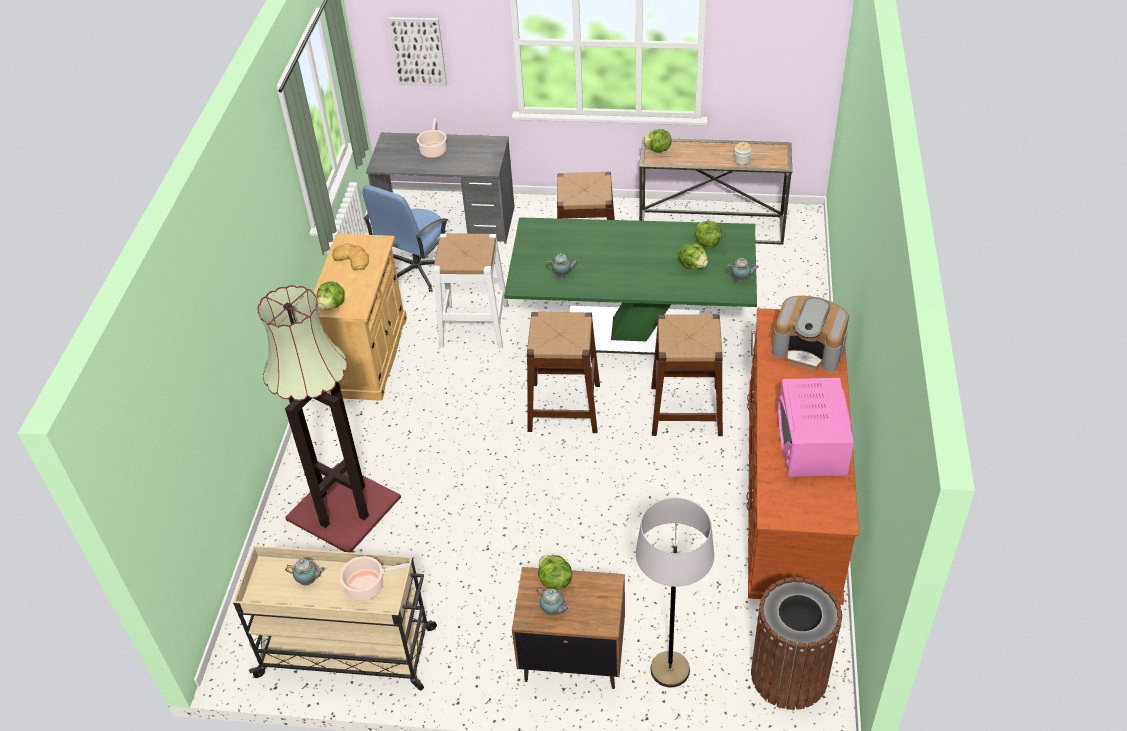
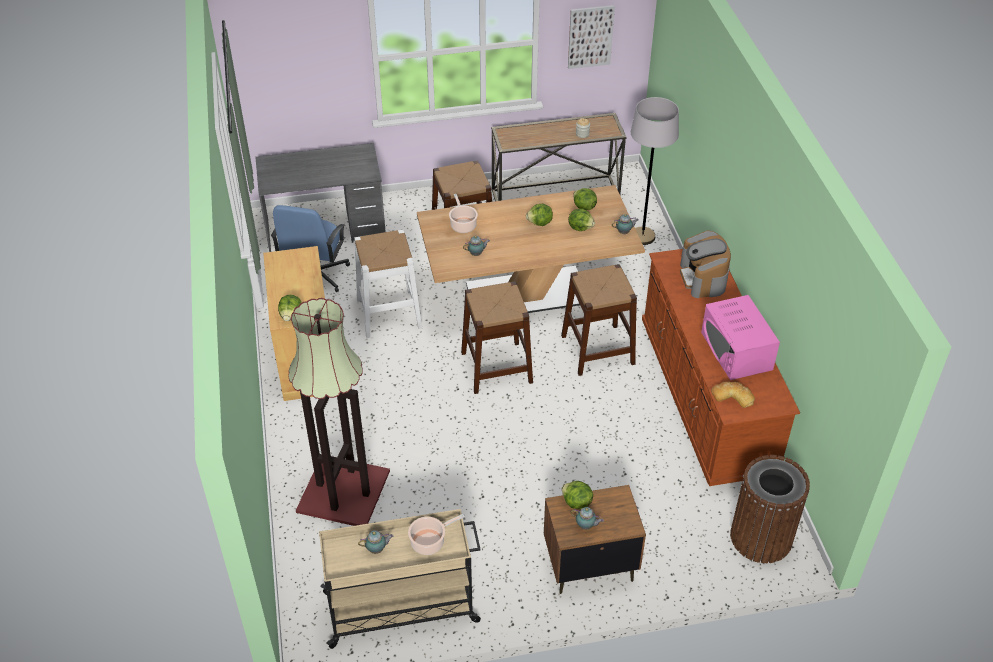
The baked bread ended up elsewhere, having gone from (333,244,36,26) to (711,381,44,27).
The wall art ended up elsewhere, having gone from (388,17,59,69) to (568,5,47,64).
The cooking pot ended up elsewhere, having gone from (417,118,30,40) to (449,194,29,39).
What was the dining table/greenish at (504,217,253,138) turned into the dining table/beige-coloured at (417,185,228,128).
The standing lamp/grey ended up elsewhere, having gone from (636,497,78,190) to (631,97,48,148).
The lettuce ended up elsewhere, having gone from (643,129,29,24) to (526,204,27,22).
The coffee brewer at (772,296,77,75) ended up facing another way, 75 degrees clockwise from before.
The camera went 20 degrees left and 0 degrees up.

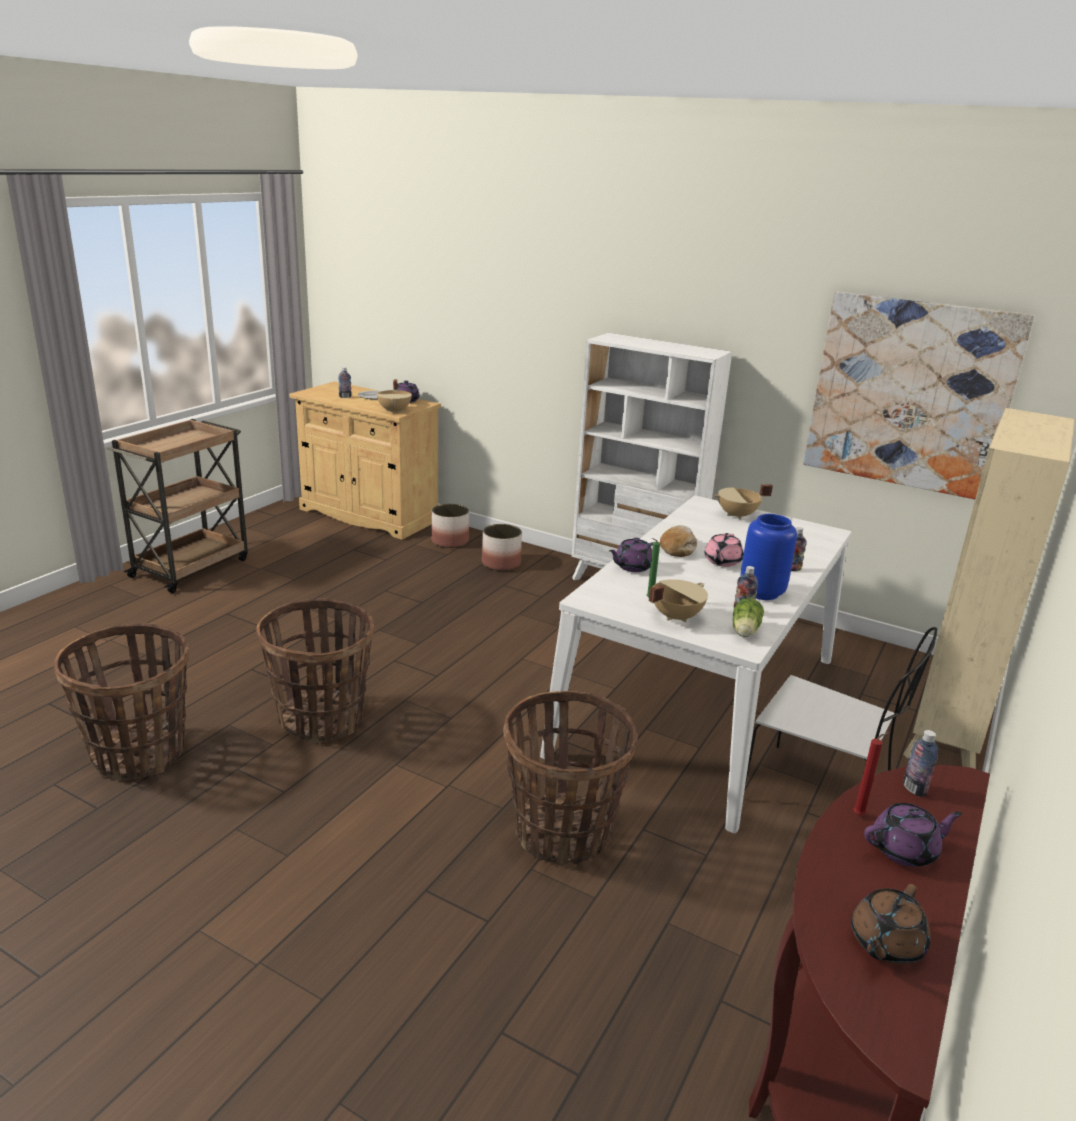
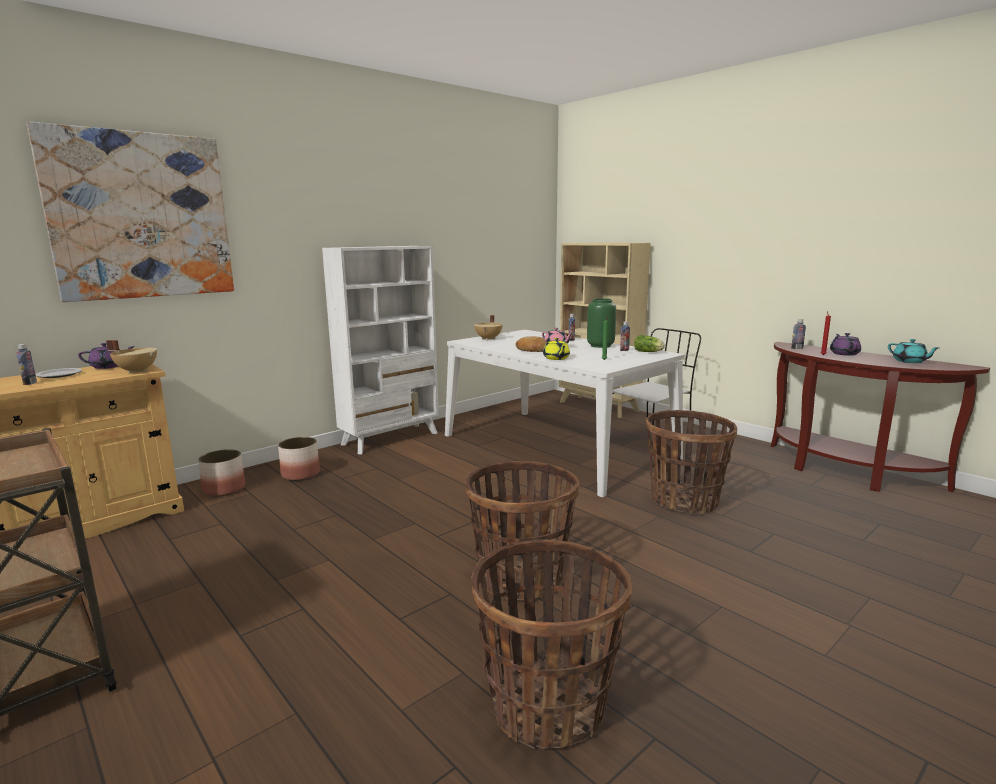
What was the tea pot/purple-coloured at (609,538,44,34) turned into the tea pot/yellow-coloured at (543,338,27,22).
The second view lost the cooking pot/beige-coloured at (649,579,59,44).
What was the flower vase/blue at (740,514,57,86) turned into the flower vase/greenish at (587,298,29,50).
The wall art ended up elsewhere, having gone from (804,292,230,207) to (27,122,207,180).
What was the tea pot/brownish at (851,884,80,81) turned into the tea pot/turquoise at (888,339,51,24).
The camera went 70 degrees left and 10 degrees down.

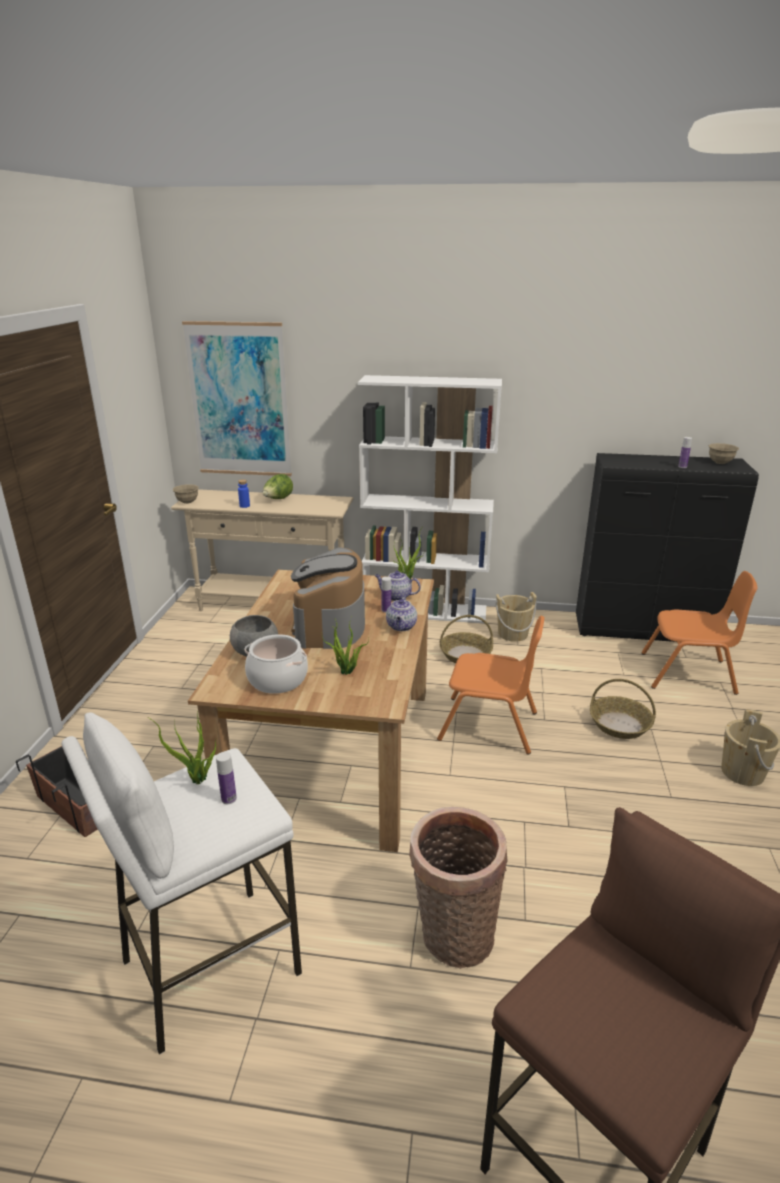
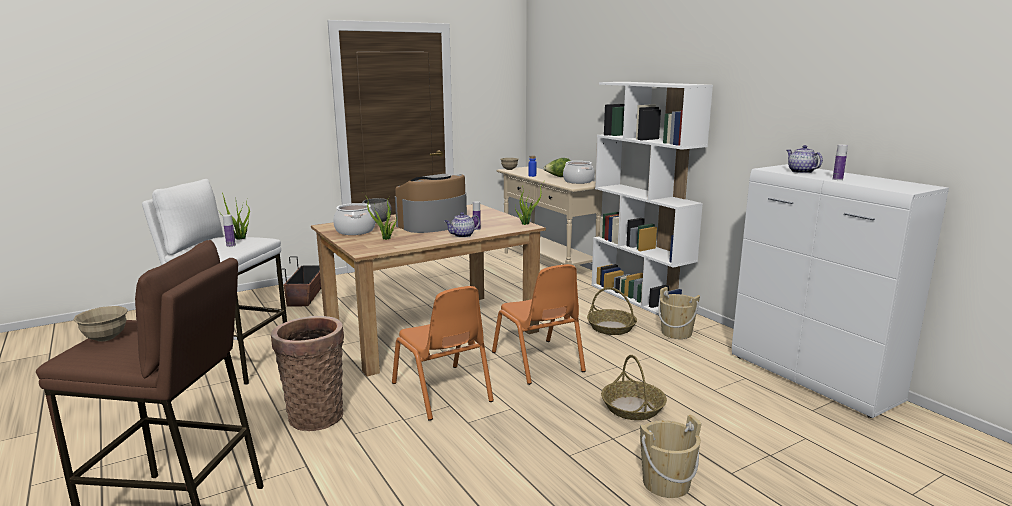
The second view lost the wall art at (182,321,110,155).
The tea pot ended up elsewhere, having gone from (375,571,46,30) to (787,145,36,28).
What was the storage cabinet/black-coloured at (576,453,183,189) turned into the storage cabinet/white-coloured at (732,164,217,254).
The chair/orange ended up elsewhere, having gone from (641,571,117,124) to (392,286,102,135).
The serving bowl/beige-coloured ended up elsewhere, having gone from (709,443,30,21) to (73,306,55,36).
The second view gained the cooking pot at (563,161,31,23).
The camera went 50 degrees right and 10 degrees down.

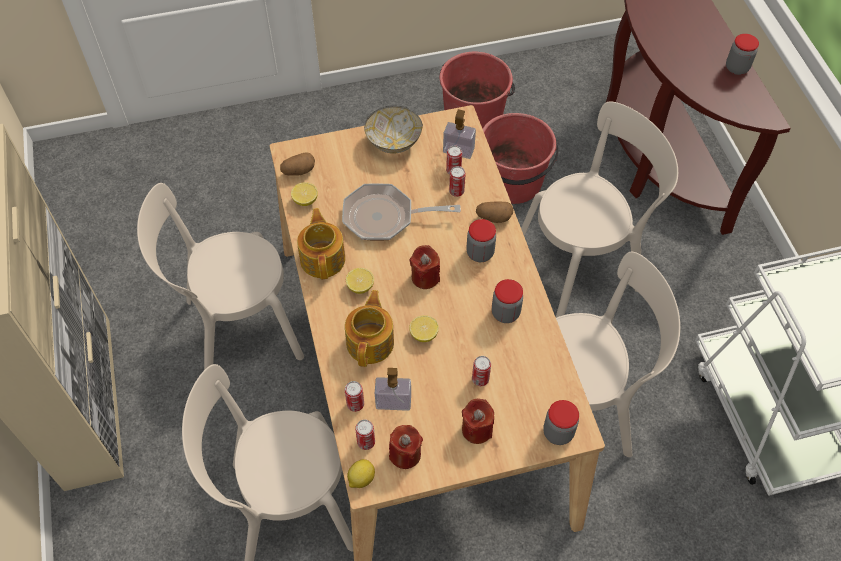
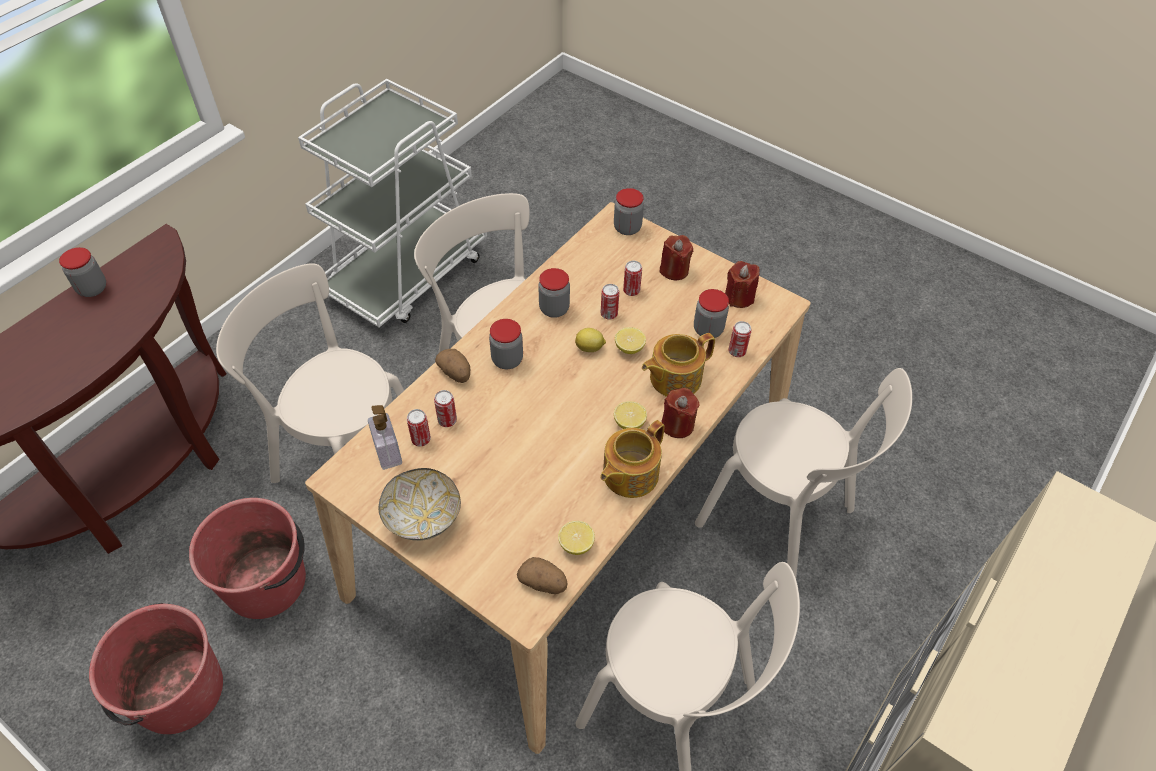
The second view lost the pan at (342,184,119,56).
The lemon ended up elsewhere, having gone from (347,459,28,29) to (575,328,31,24).
The can ended up elsewhere, having gone from (355,419,20,31) to (601,284,18,36).
Where the soap bottle stood at (375,368,36,43), the preserve jar came to stand at (694,289,35,49).
The wax candle/reddish ended up elsewhere, having gone from (410,245,30,44) to (661,388,39,50).
The camera went 130 degrees left and 5 degrees down.

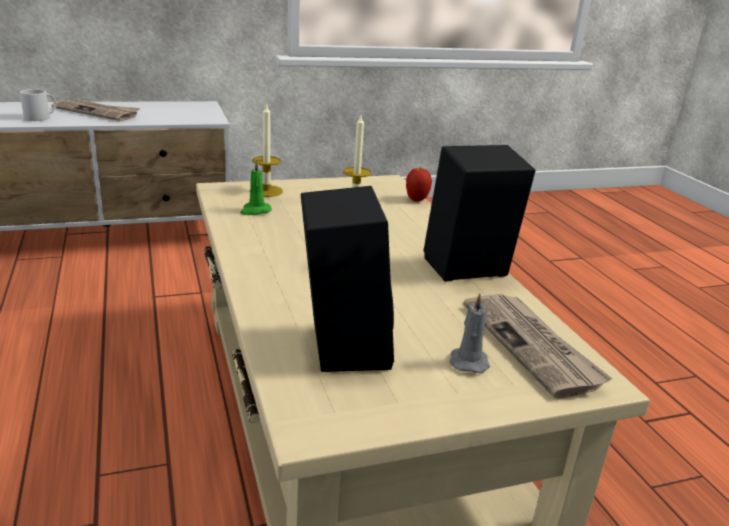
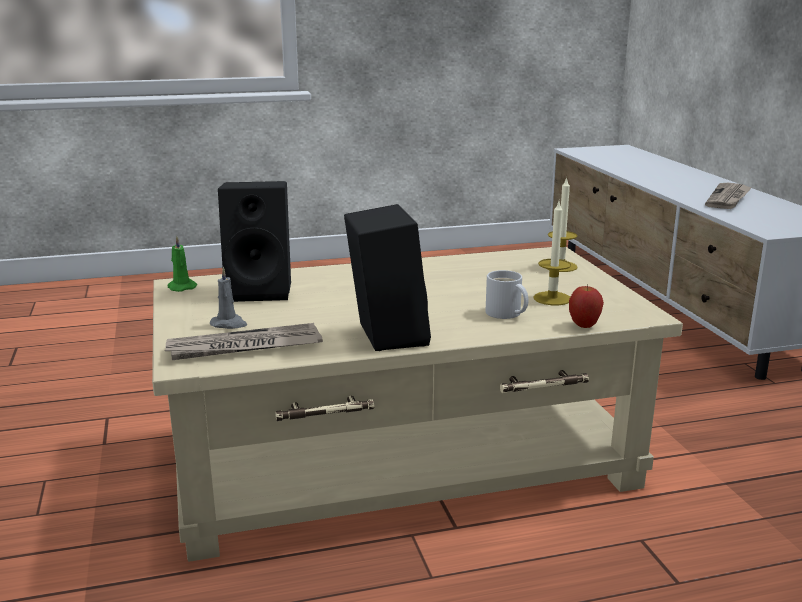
The coffee mug/white-coloured ended up elsewhere, having gone from (20,89,36,32) to (485,270,44,49).
The wax candle/greenish ended up elsewhere, having gone from (240,160,32,55) to (167,236,30,56).
The camera went 95 degrees right and 5 degrees down.

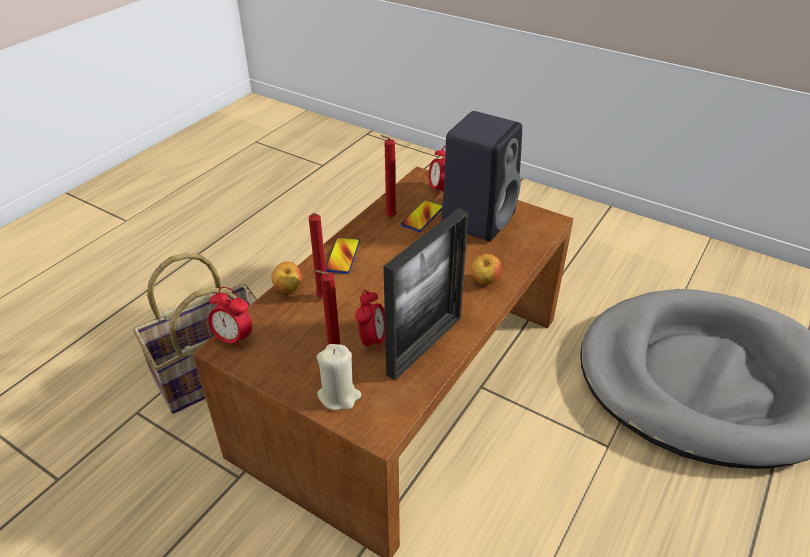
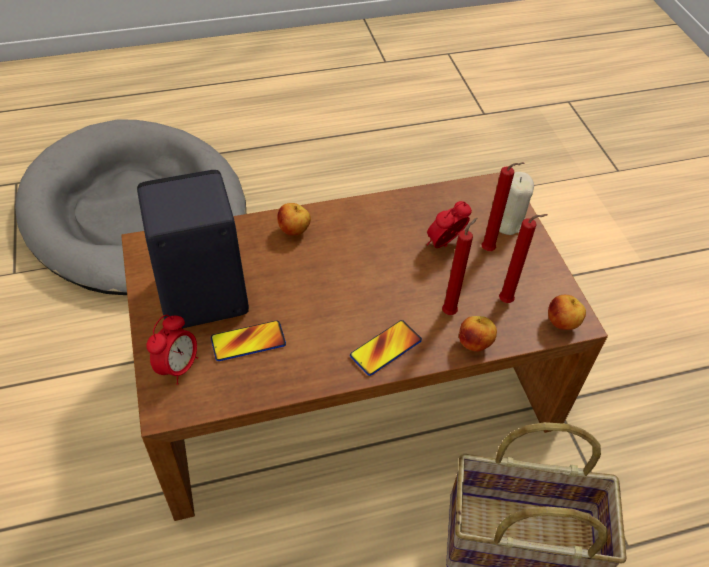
Where the alarm clock stood at (208,287,44,63), the apple fruit came to stand at (548,295,38,35).
The wax candle/reddish ended up elsewhere, having gone from (381,135,16,82) to (499,214,49,89).
The second view lost the picture frame at (383,208,85,172).
The camera went 140 degrees left and 10 degrees up.

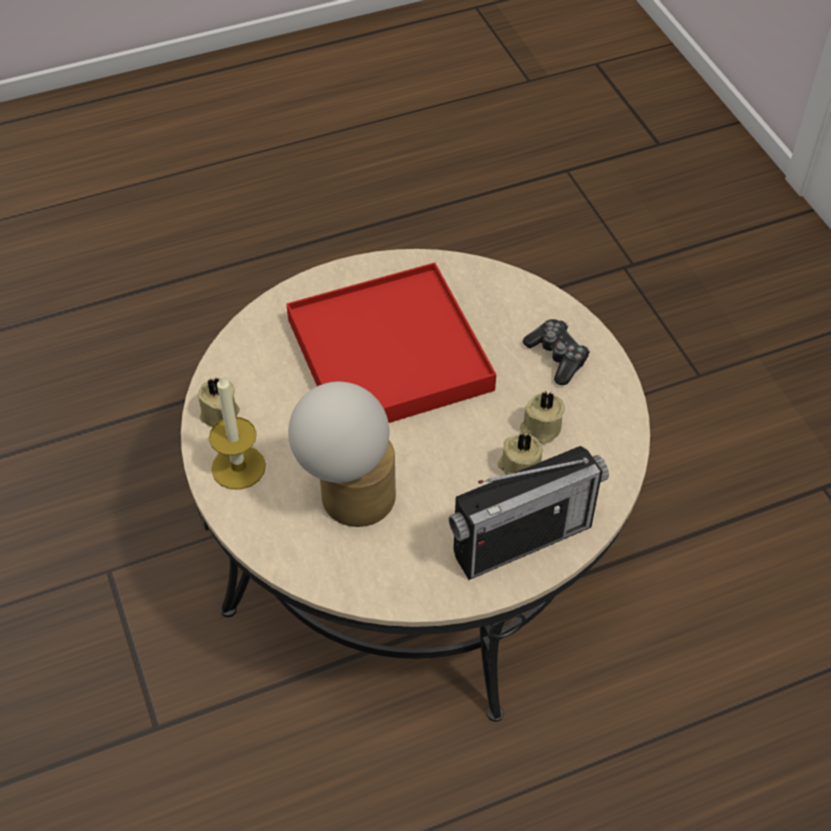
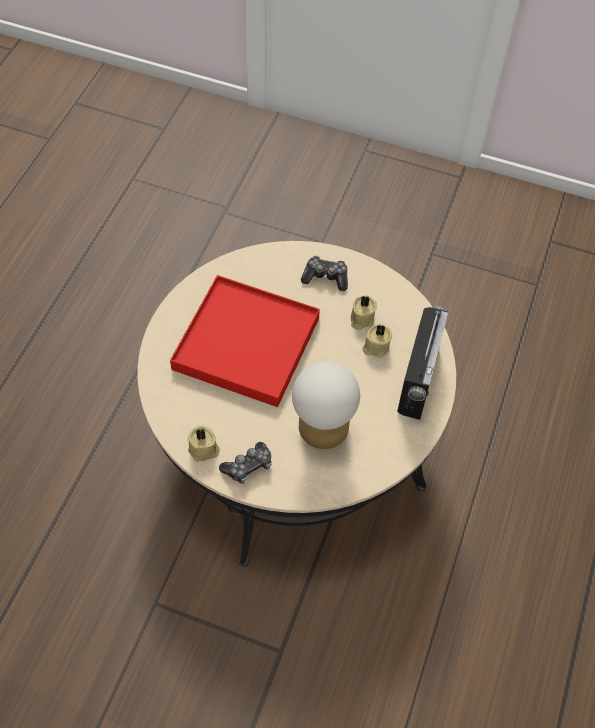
Where the wax candle stood at (209,374,57,116), the game controller came to stand at (219,442,53,42).
The camera went 50 degrees left and 5 degrees up.

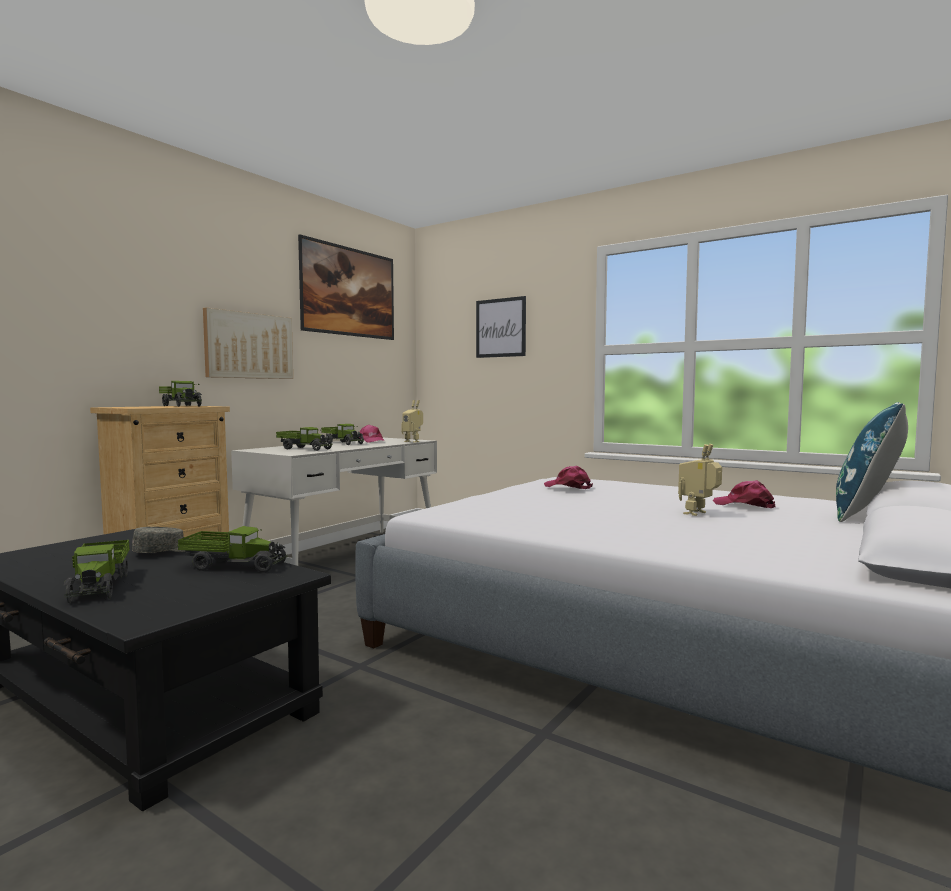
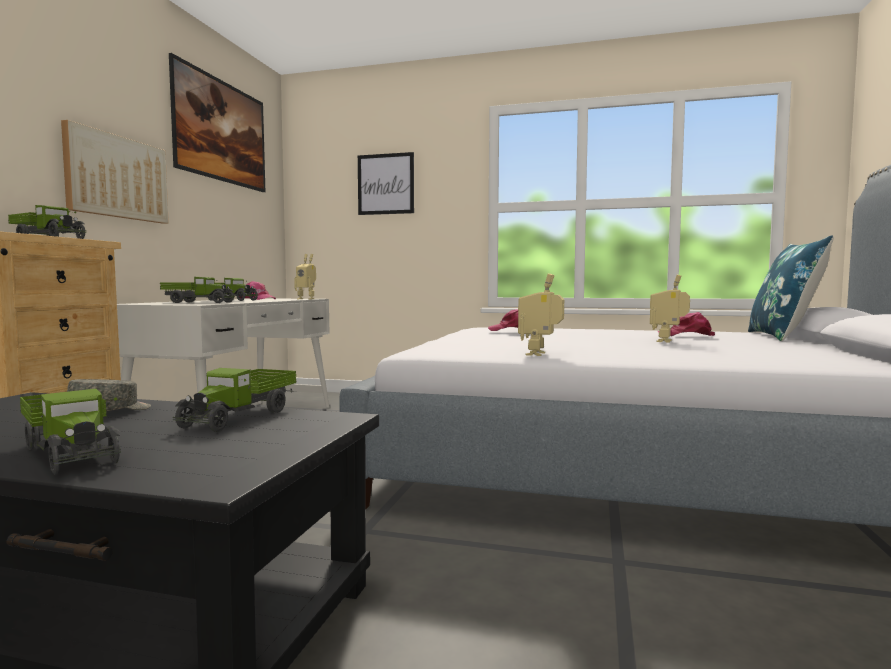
The toy lorry at (178,526,110,47) ended up facing another way, 120 degrees clockwise from before.
The second view gained the robot figure at (518,274,46,82).
The camera went 20 degrees left and 0 degrees up.

